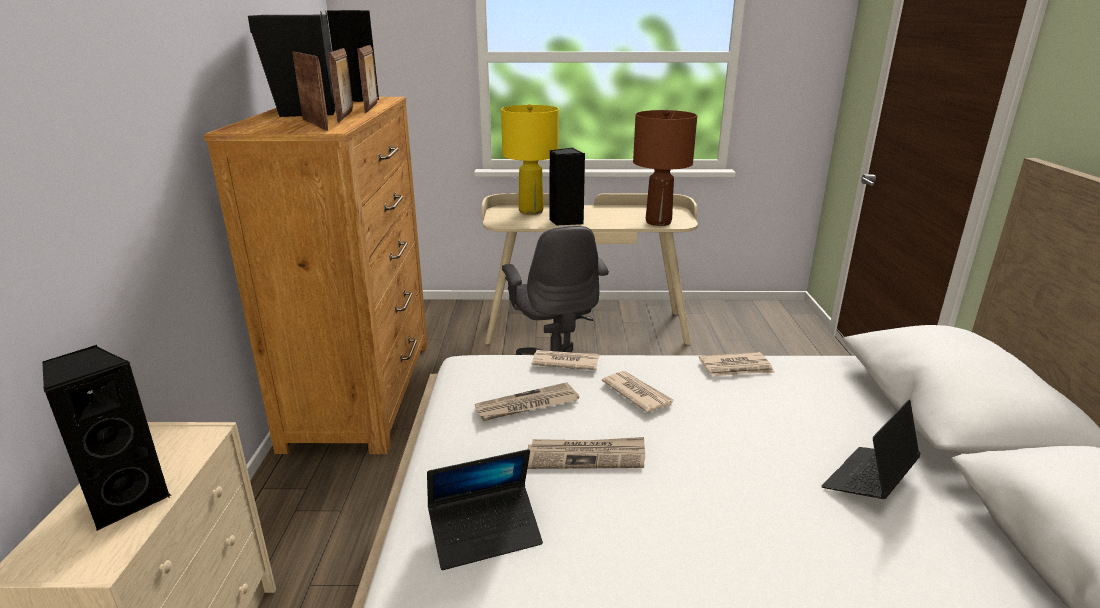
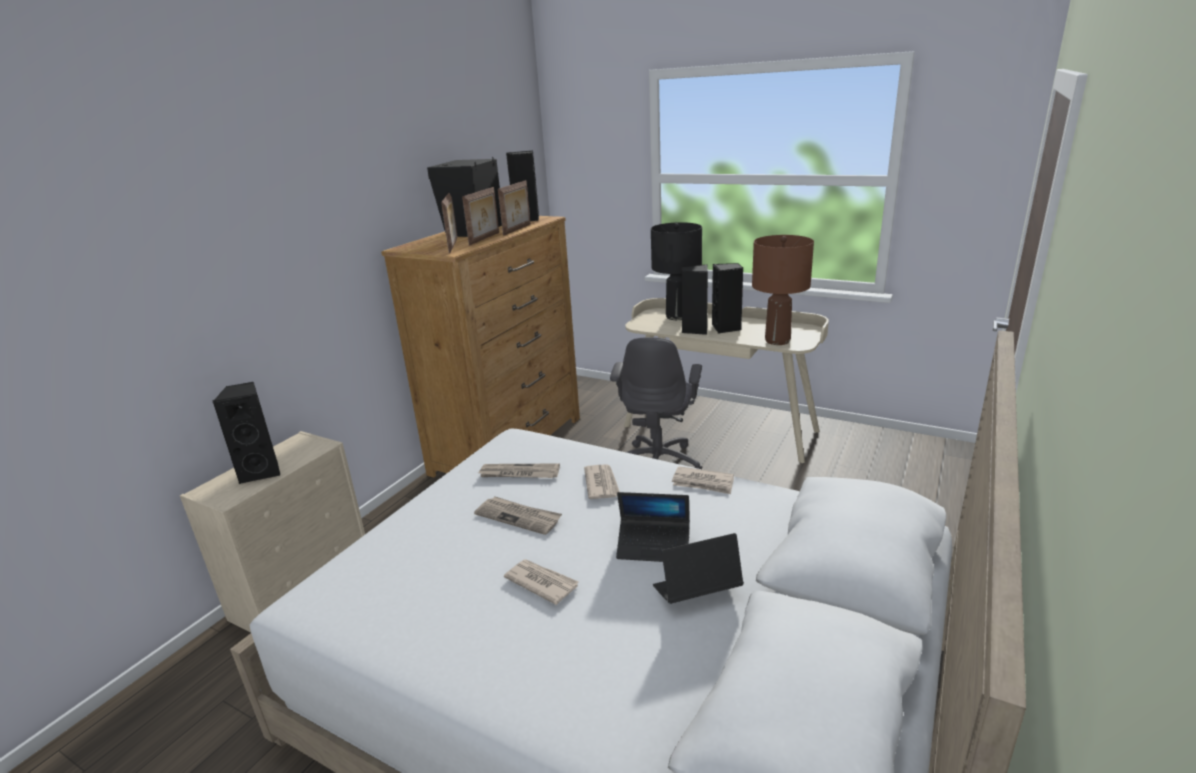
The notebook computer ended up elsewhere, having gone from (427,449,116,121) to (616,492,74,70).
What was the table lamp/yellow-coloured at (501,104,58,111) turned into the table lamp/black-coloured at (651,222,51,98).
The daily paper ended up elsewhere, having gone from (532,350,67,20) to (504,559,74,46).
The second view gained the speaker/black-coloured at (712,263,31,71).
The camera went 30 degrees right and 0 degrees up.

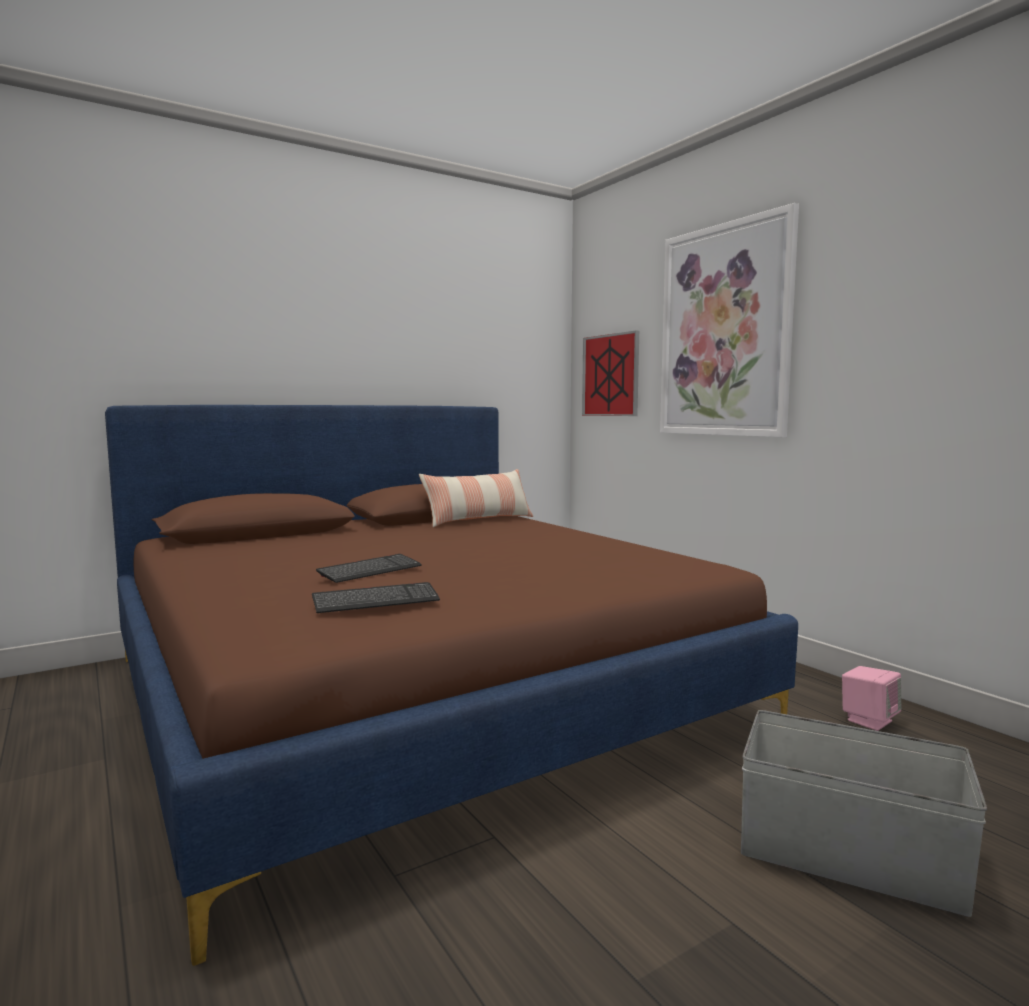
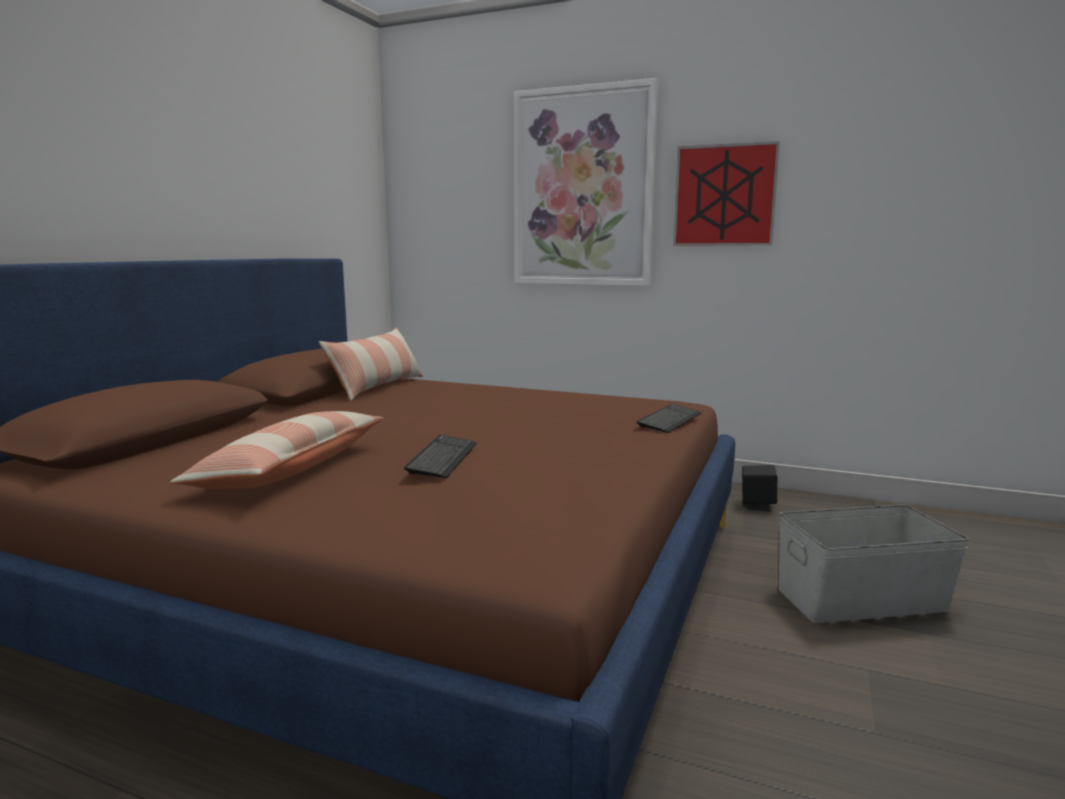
The keyboard ended up elsewhere, having gone from (312,582,128,31) to (636,404,65,29).
The wall art ended up elsewhere, having gone from (582,330,57,86) to (673,141,107,104).
What was the speaker/pink at (842,666,59,65) turned into the speaker/black-coloured at (742,465,36,46).
The second view gained the pillow at (170,411,214,78).
The camera went 35 degrees left and 5 degrees up.

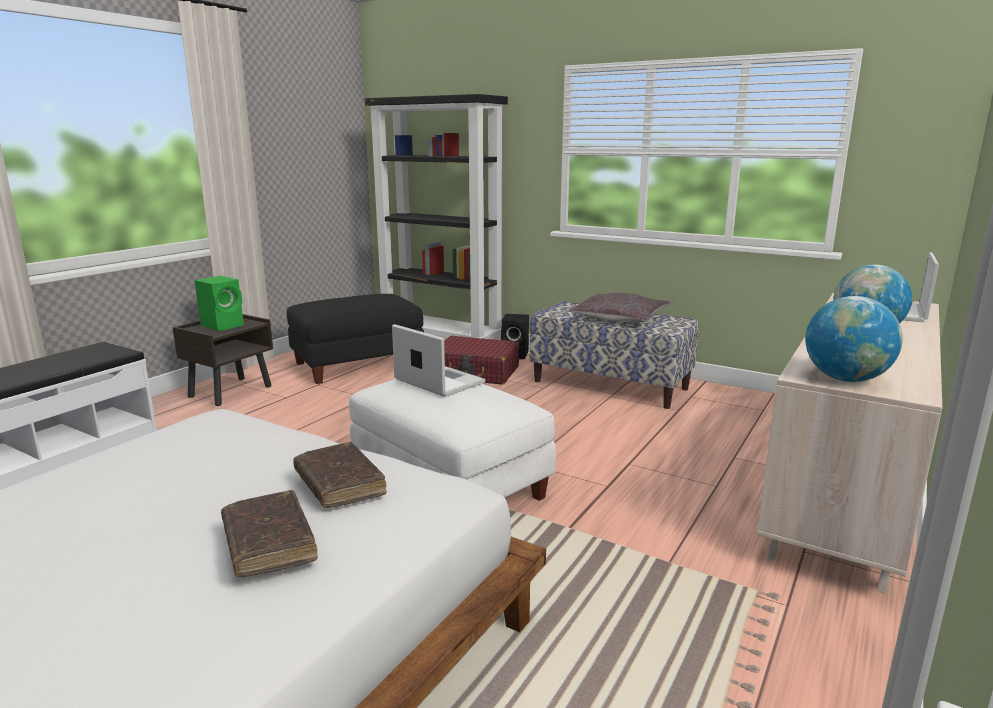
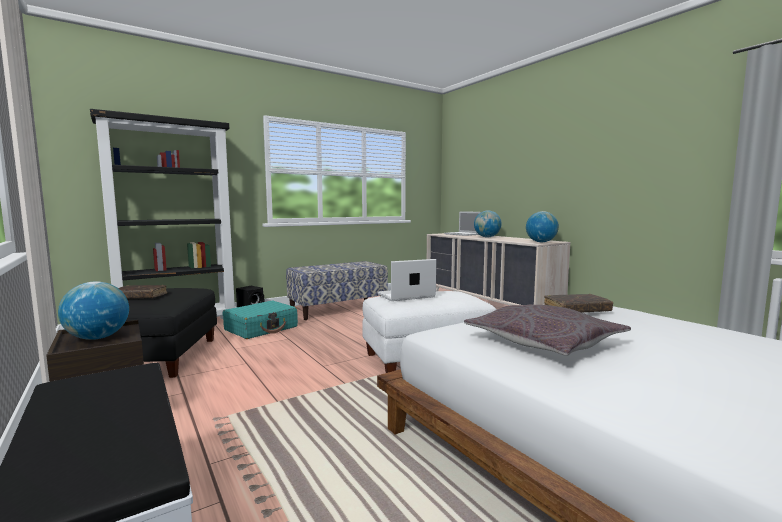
Where the speaker/greenish stood at (194,276,50,55), the desk globe came to stand at (58,282,71,58).
The bound book/brownish ended up elsewhere, having gone from (221,490,97,87) to (119,285,48,14).
What was the suitcase/reddish at (444,336,75,49) turned into the suitcase/turquoise at (223,301,75,38).
The pillow/grey ended up elsewhere, having gone from (569,293,101,29) to (464,304,167,52).
The camera went 65 degrees left and 10 degrees down.

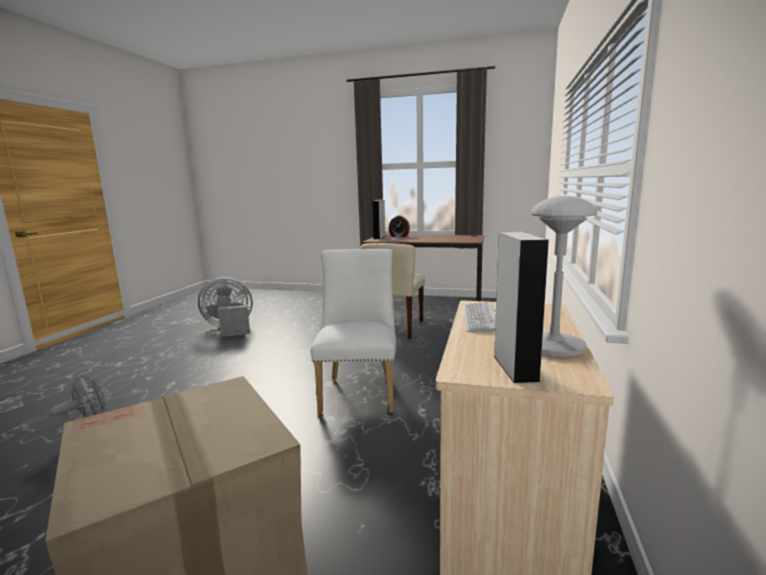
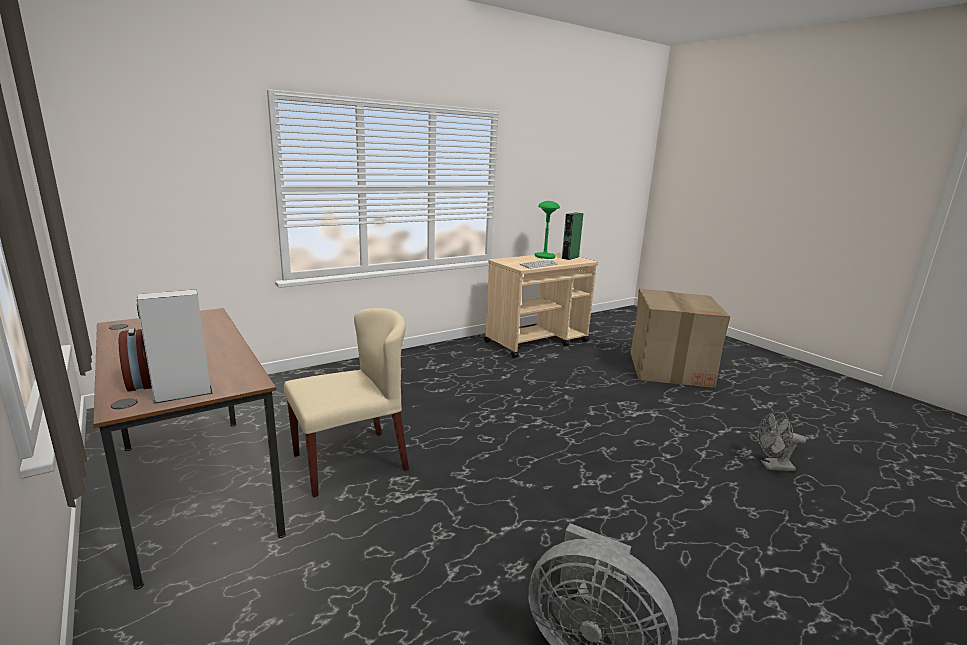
The second view lost the chair/white-coloured at (311,249,85,165).
What was the speaker/grey at (494,232,55,151) turned into the speaker/greenish at (562,212,21,48).
What was the table lamp/grey at (531,196,66,161) turned into the table lamp/greenish at (535,201,25,58).
The camera went 140 degrees left and 5 degrees up.

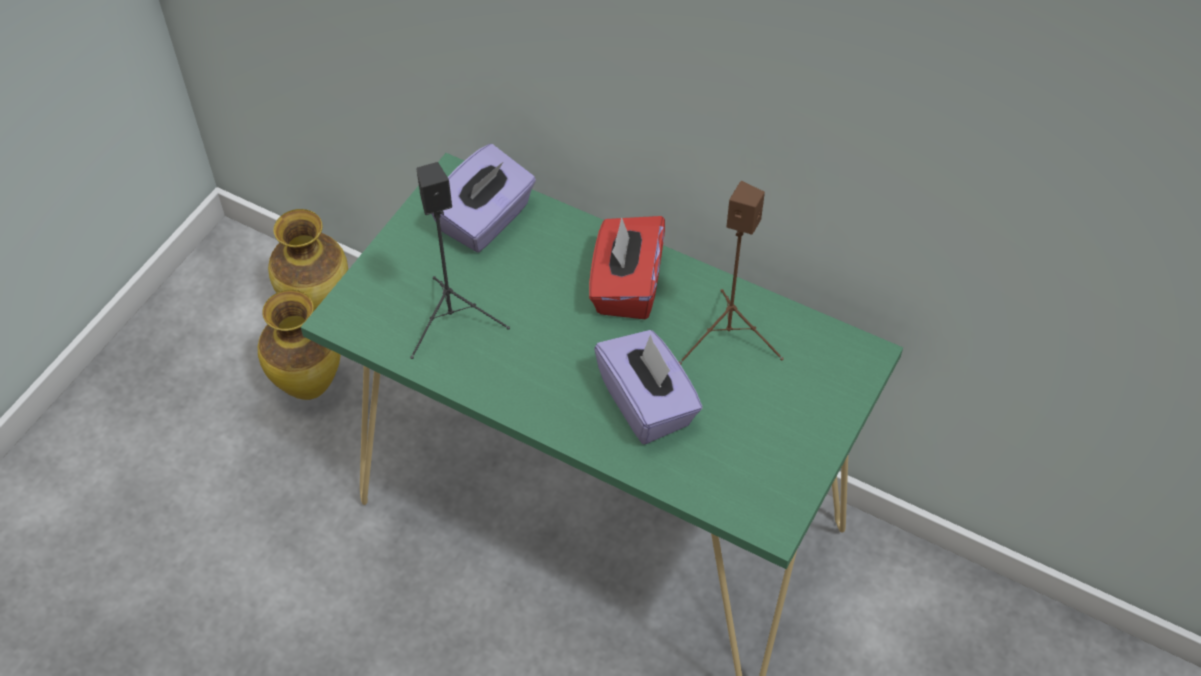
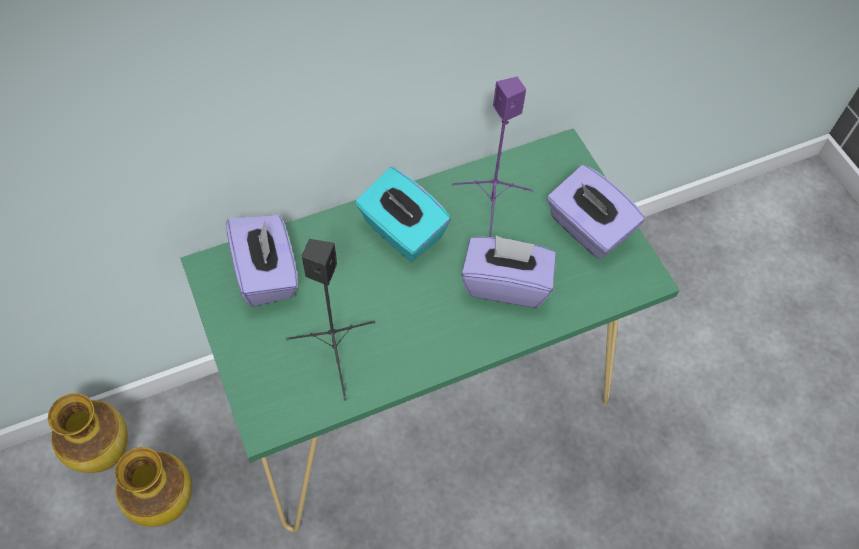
What was the tissue box/reddish at (589,216,76,103) turned into the tissue box/turquoise at (355,167,96,94).
What was the speaker/brownish at (679,181,105,184) turned into the speaker/purple-coloured at (452,77,81,160).
The second view gained the tissue box/purple-coloured at (547,165,98,94).
The camera went 55 degrees left and 5 degrees up.

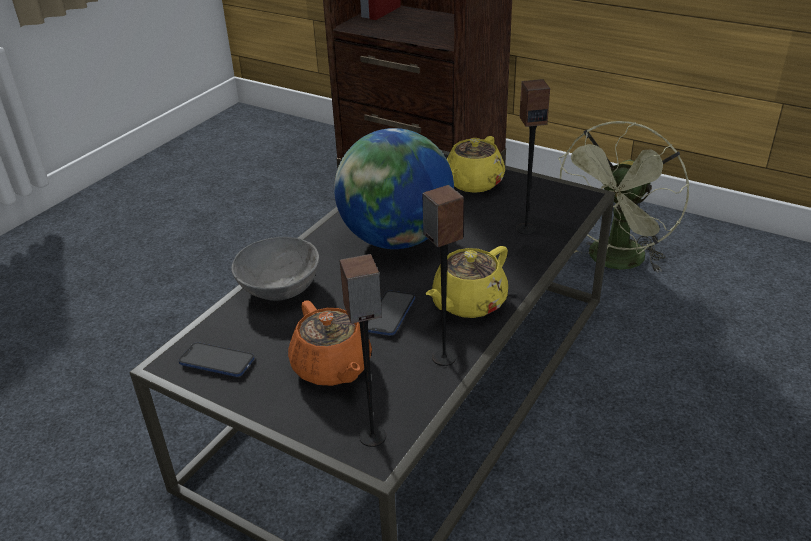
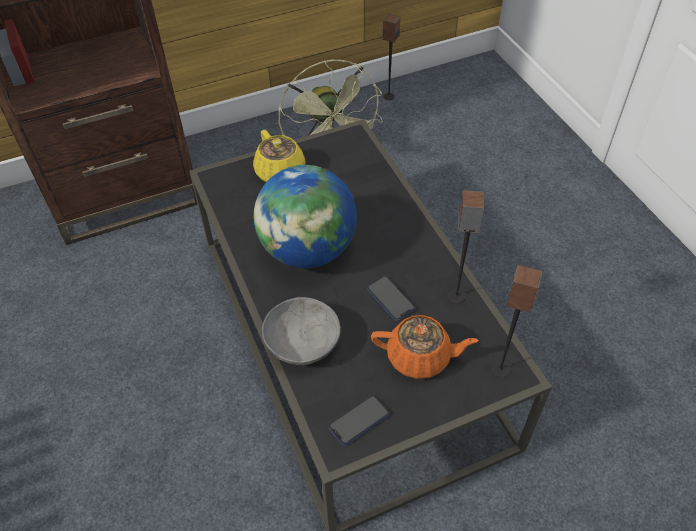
The second view lost the tea pot/yellow-coloured at (426,246,82,72).
The speaker ended up elsewhere, having gone from (516,79,34,156) to (382,14,18,86).
The camera went 55 degrees left and 15 degrees up.

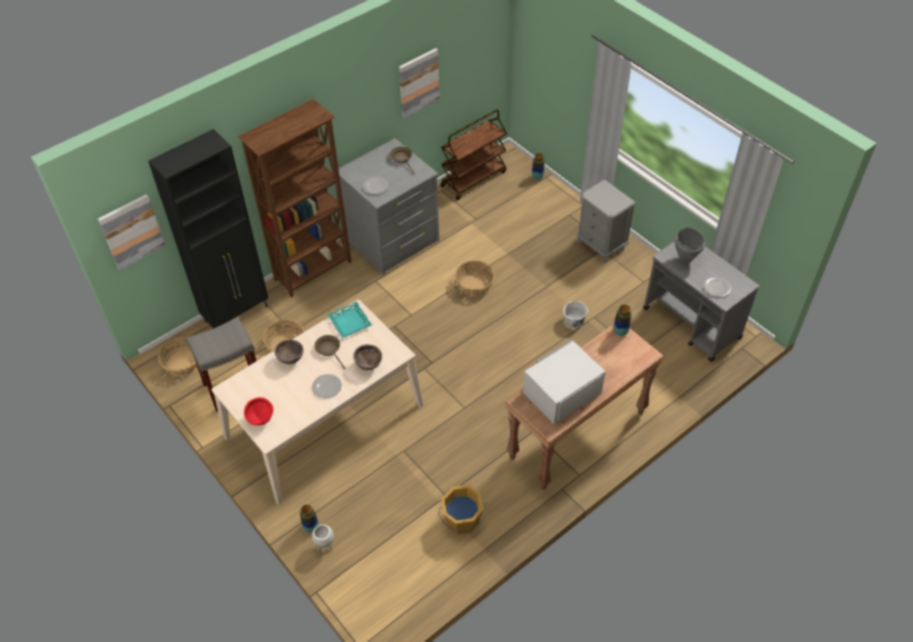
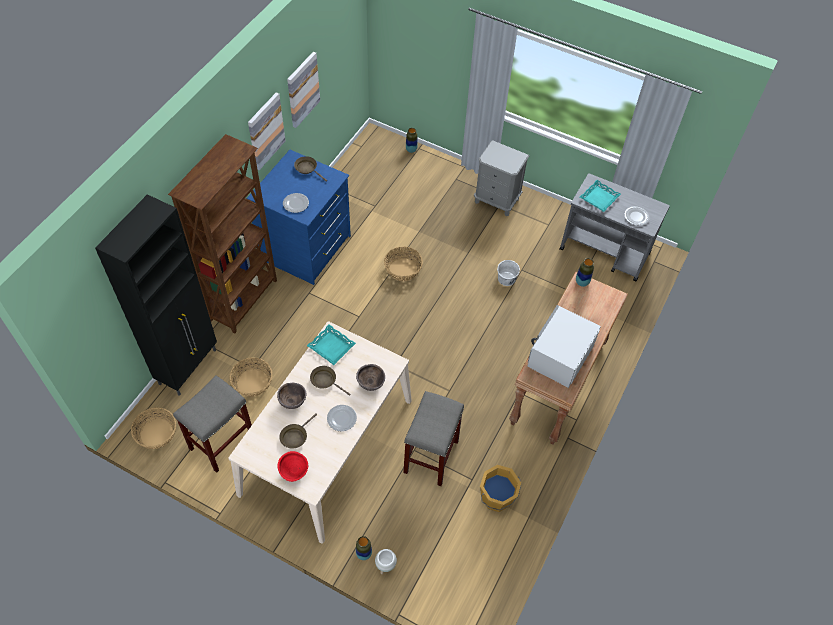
The wall art ended up elsewhere, having gone from (98,194,68,76) to (248,92,38,78).
What was the chest of drawers/grey at (339,138,100,137) turned into the chest of drawers/blue at (247,150,104,135).
The second view lost the wheeled cart/brownish at (440,109,67,91).
Where the cooking pot/grey stood at (675,228,30,36), the serving tray/turquoise came to stand at (580,180,41,32).
The second view gained the pan/brownish at (279,413,38,36).
The second view gained the stool seat/grey at (403,391,61,95).
The camera went 25 degrees left and 5 degrees up.

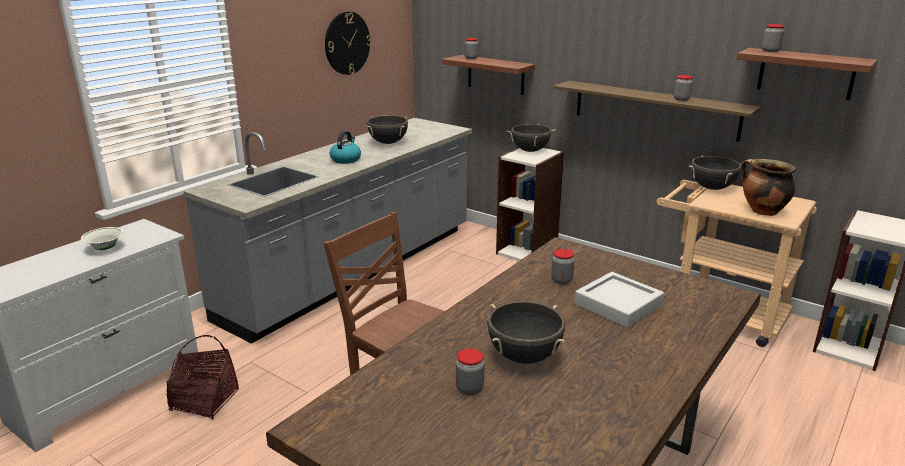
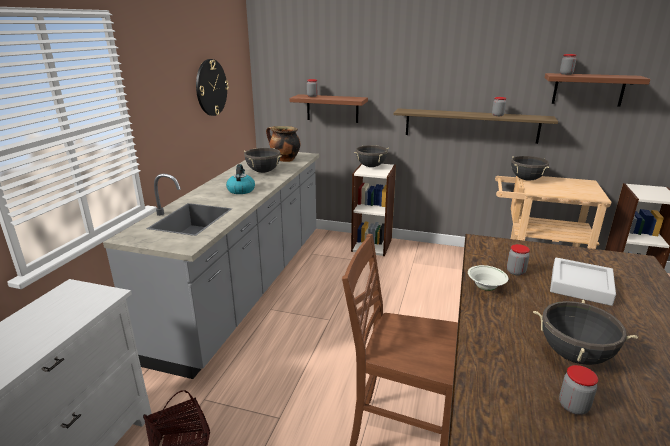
The serving bowl/white-coloured ended up elsewhere, having gone from (81,227,42,23) to (468,265,40,26).
The cooking pot ended up elsewhere, having gone from (741,159,55,57) to (266,126,34,36).
The camera went 20 degrees left and 0 degrees up.

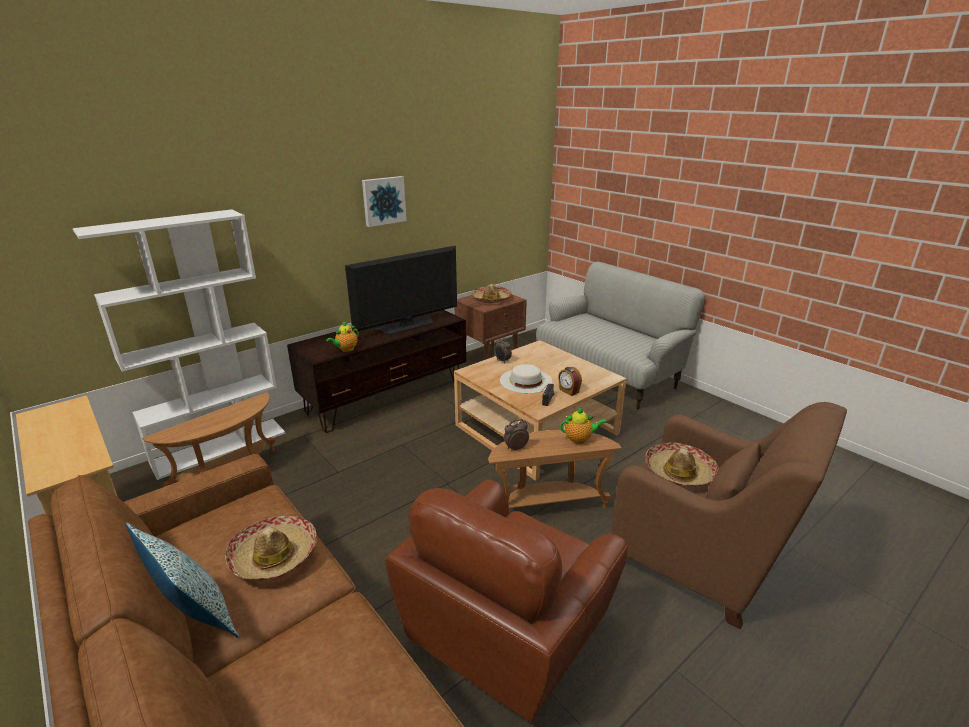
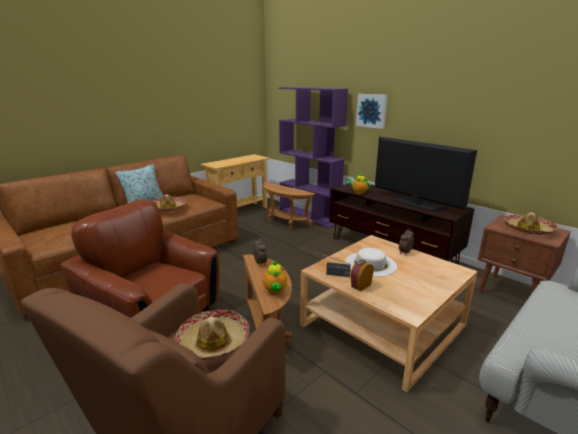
What was the bookshelf/white-coloured at (73,209,212,271) turned into the bookshelf/purple-coloured at (279,87,69,141).
The wall art ended up elsewhere, having gone from (362,176,45,51) to (356,94,32,35).
The camera went 85 degrees right and 5 degrees down.

